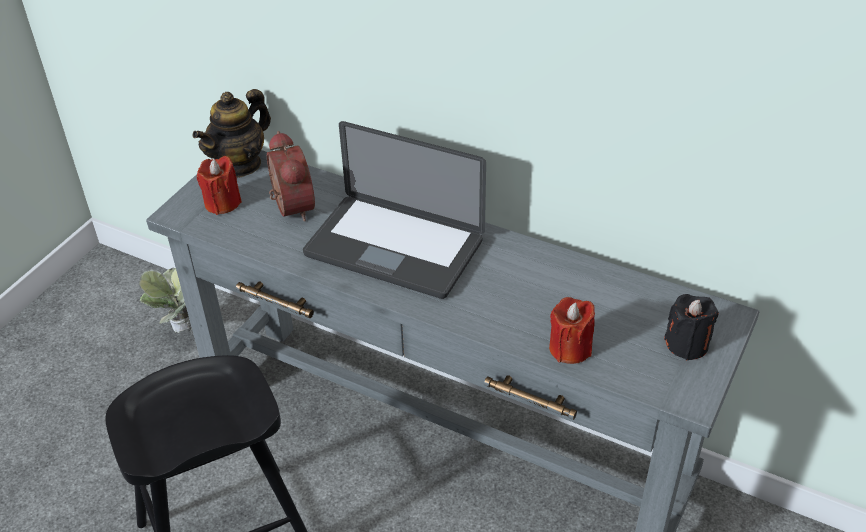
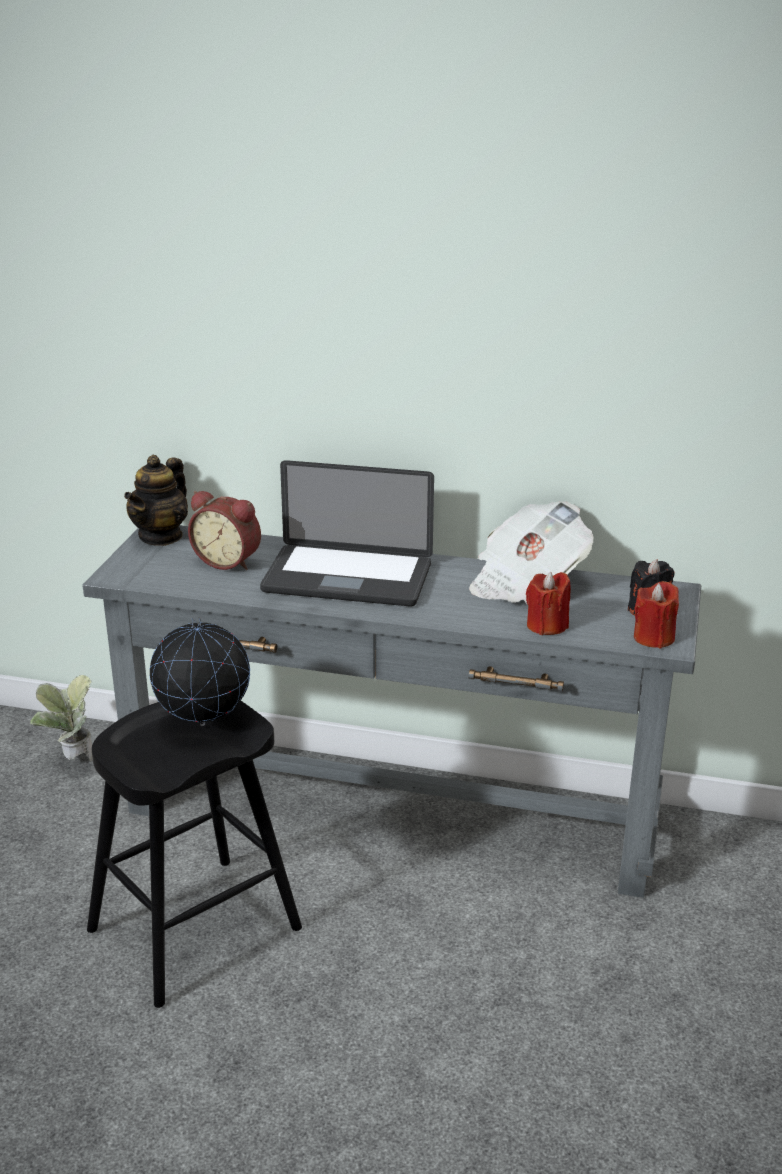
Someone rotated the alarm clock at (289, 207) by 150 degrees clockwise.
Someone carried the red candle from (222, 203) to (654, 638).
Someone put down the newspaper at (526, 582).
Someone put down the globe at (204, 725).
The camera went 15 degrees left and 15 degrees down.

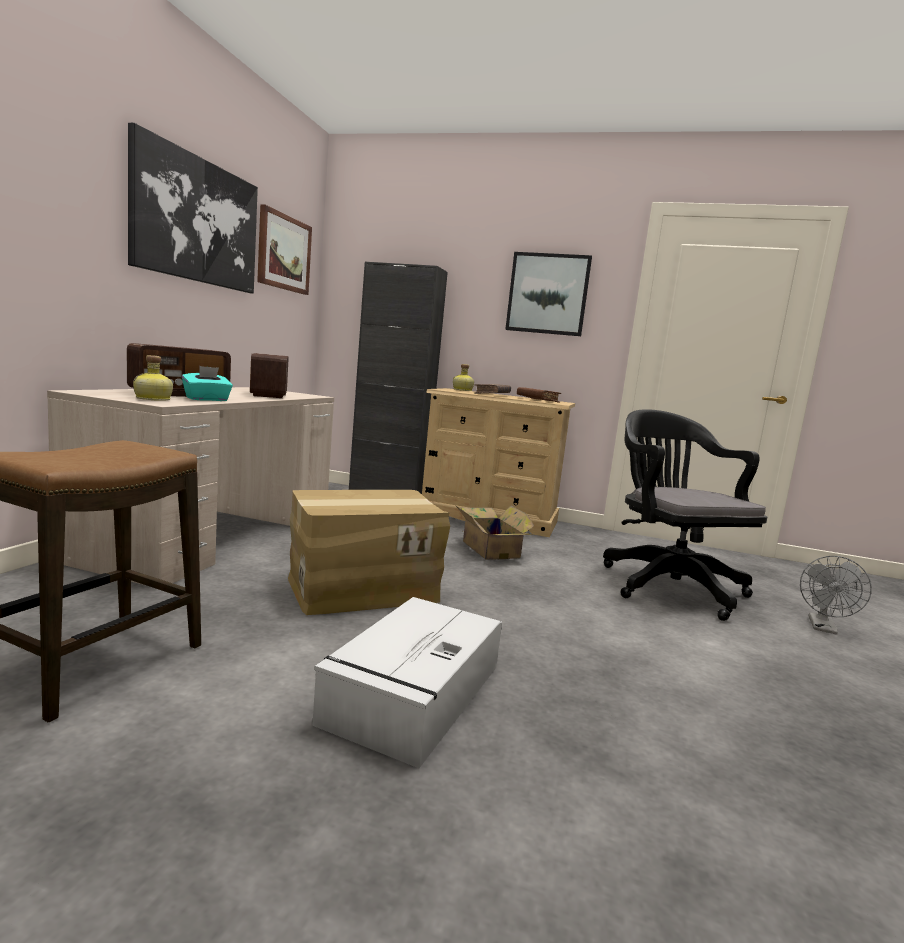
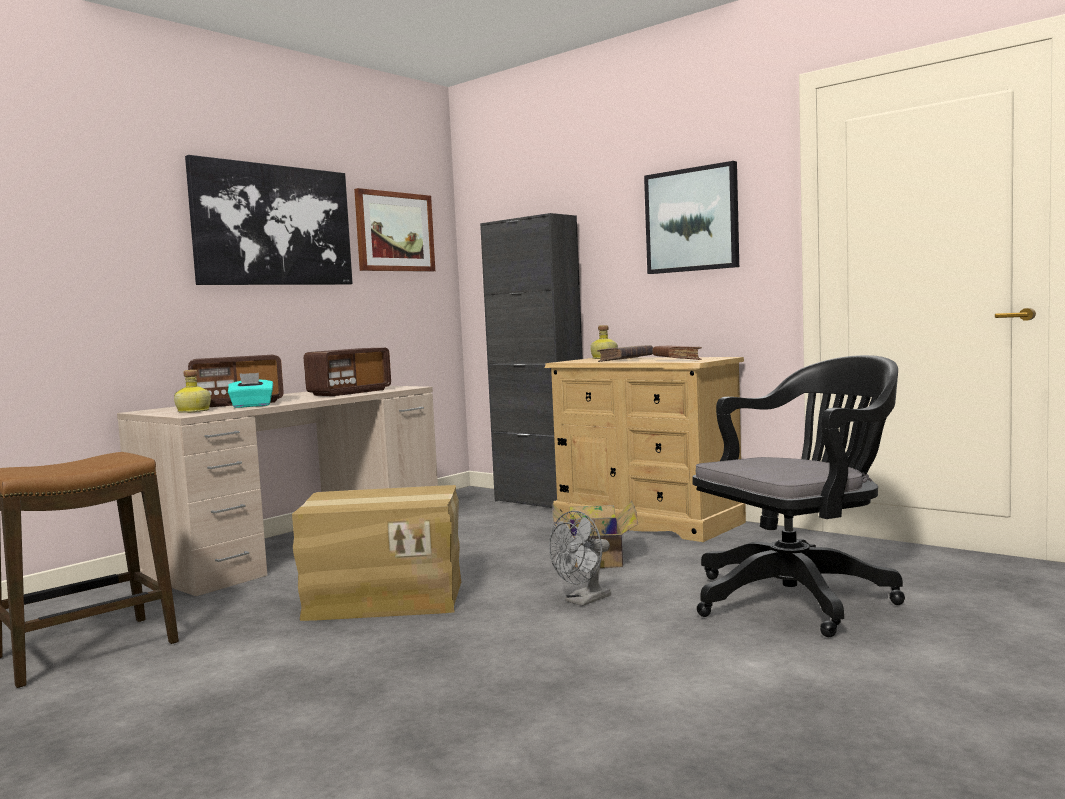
Someone rotated the radio at (269, 394) by 150 degrees counterclockwise.
Someone rotated the black office chair at (668, 585) by 60 degrees clockwise.
Someone carried the grey fan from (823, 628) to (584, 601).
Someone took away the grey storage box at (413, 695).
The camera went 25 degrees right and 5 degrees down.

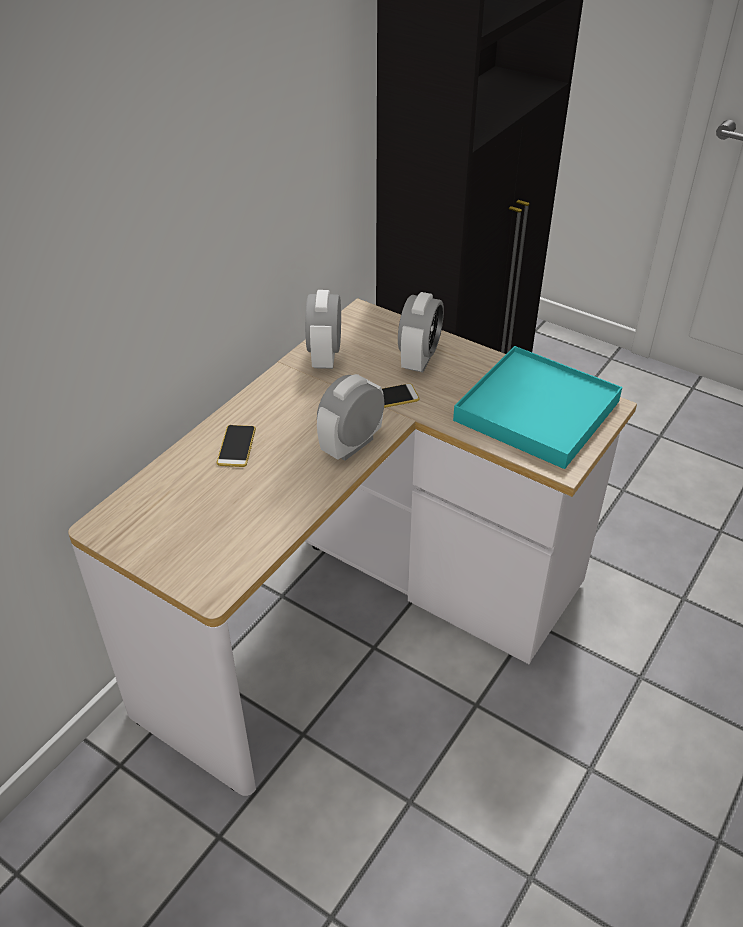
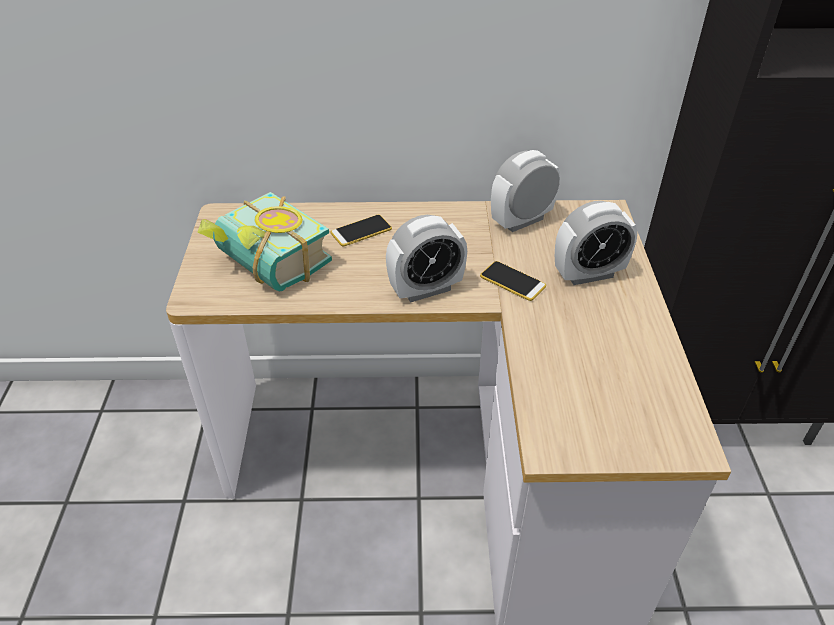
Someone took away the turquoise tray at (536, 411).
Someone rotated the alarm clock at (351, 445) by 150 degrees clockwise.
Someone put down the book at (266, 267).
The camera went 55 degrees right and 0 degrees up.

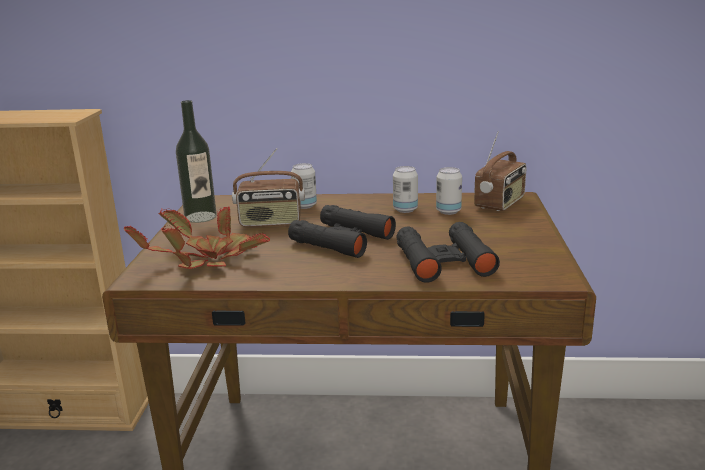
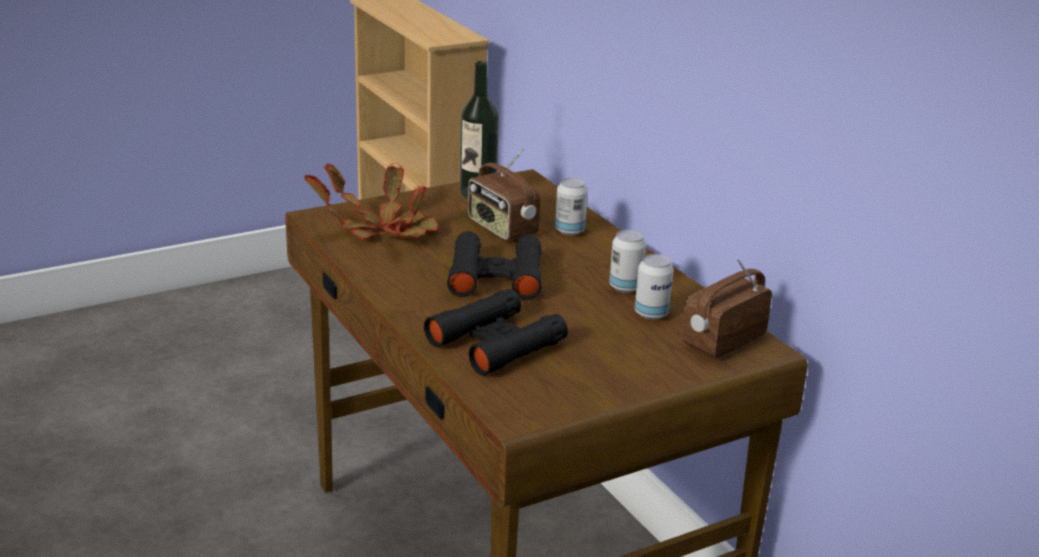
Someone rotated the radio at (500, 203) by 135 degrees clockwise.
The camera went 55 degrees right and 5 degrees up.

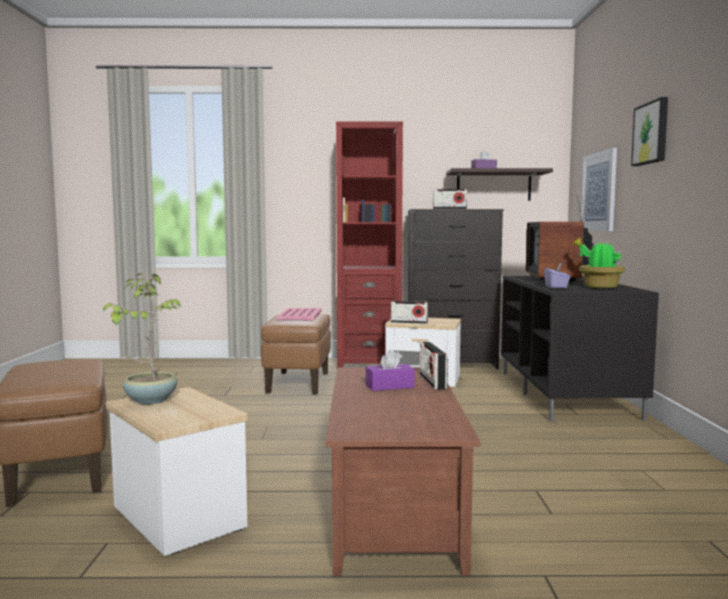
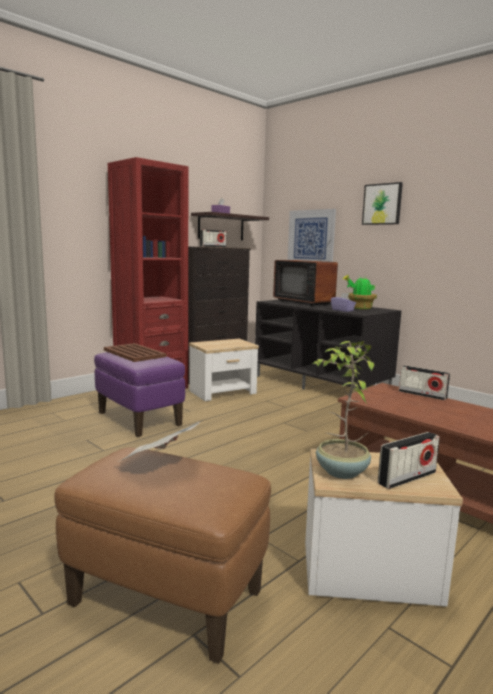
Someone carried the radio from (409, 322) to (407, 478).
Someone repainted the pink tray at (300, 315), which became the brown tray at (134, 353).
Someone repainted the brown ottoman at (298, 383), which became the purple ottoman at (139, 419).
Someone took away the purple tissue box at (389, 386).
Someone put down the newspaper at (159, 463).
The camera went 45 degrees left and 5 degrees up.

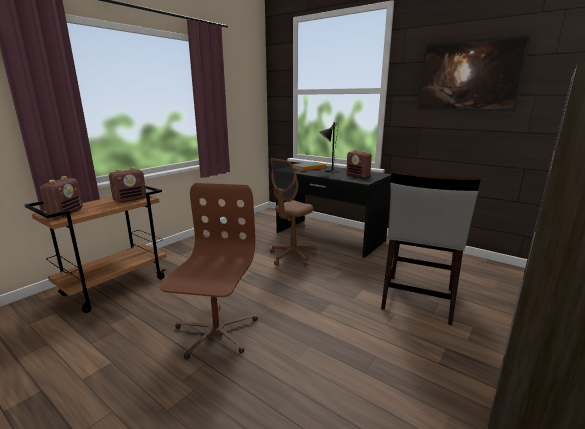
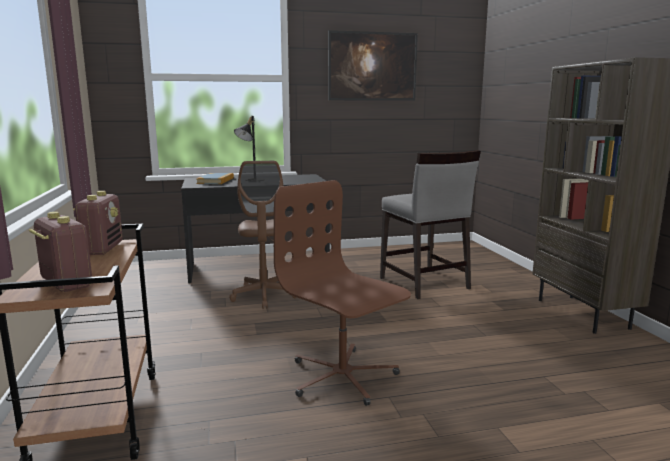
Someone took away the radio at (358, 175).
The camera went 50 degrees left and 5 degrees down.

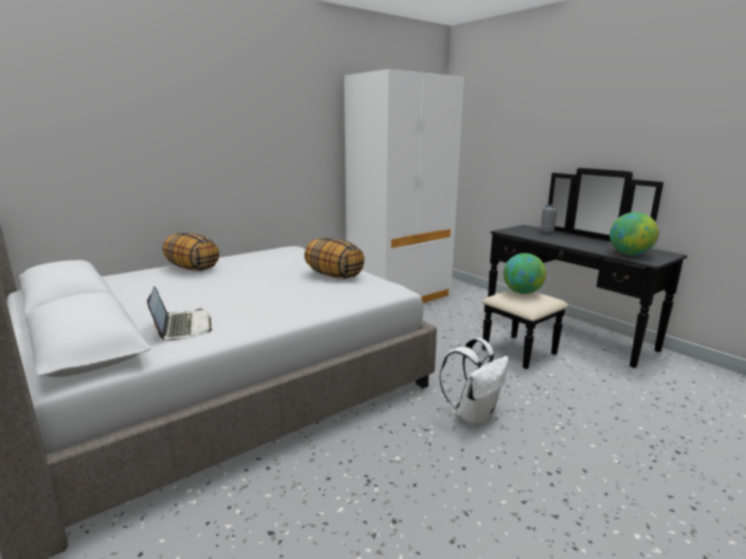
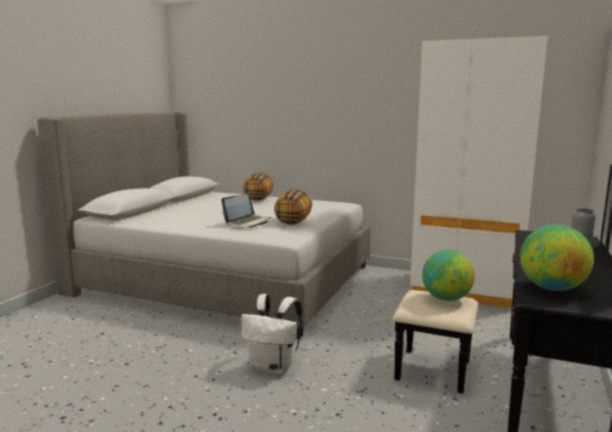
Someone carried the laptop from (182, 327) to (248, 222).
The camera went 60 degrees right and 5 degrees down.

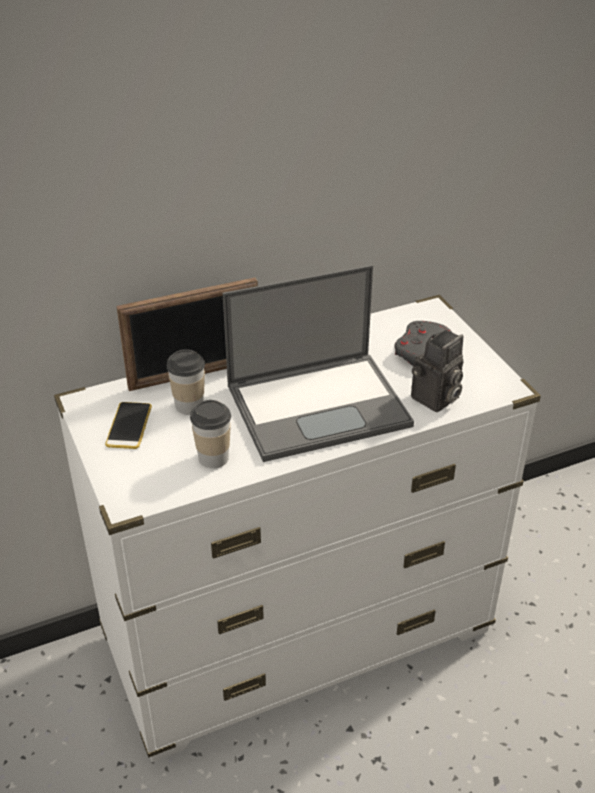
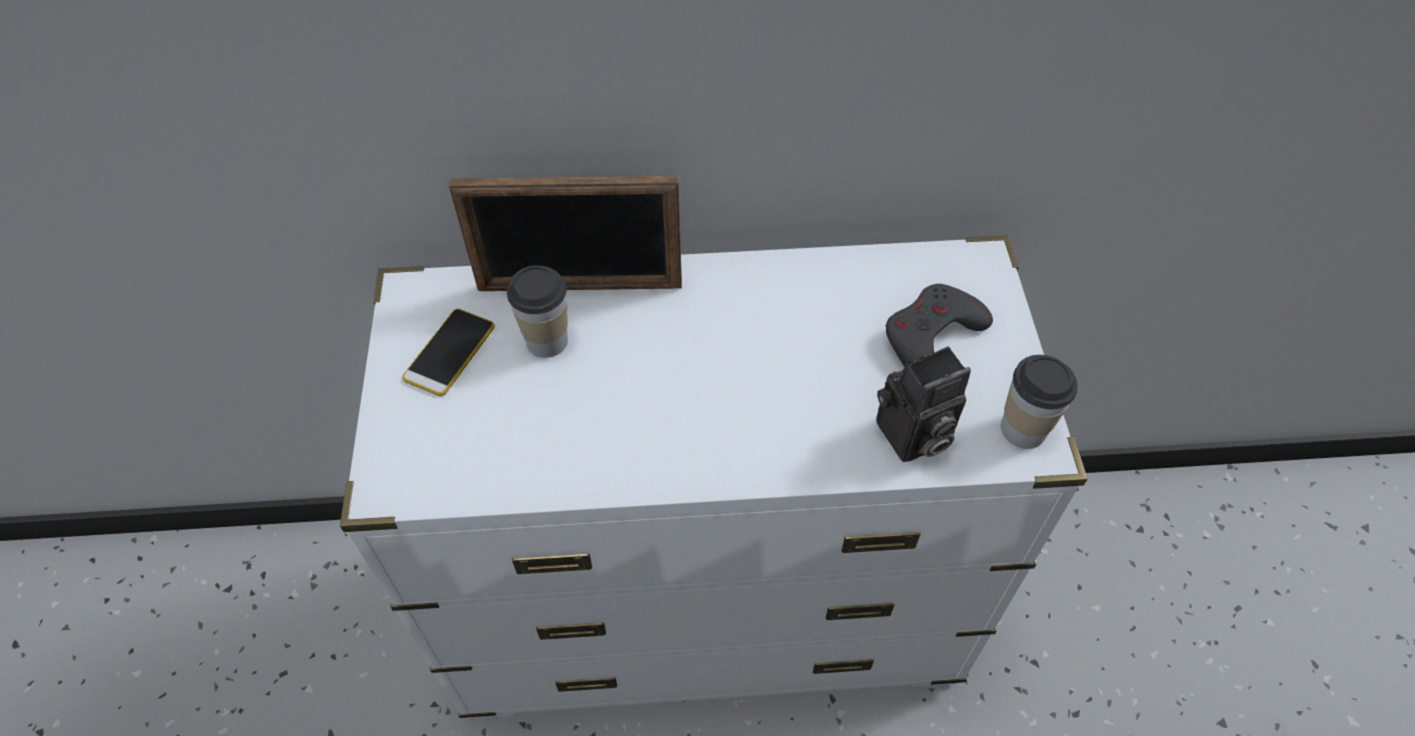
Someone took away the laptop at (320, 404).
Someone carried the cup from (213, 458) to (1023, 429).
The camera went 20 degrees right and 15 degrees up.

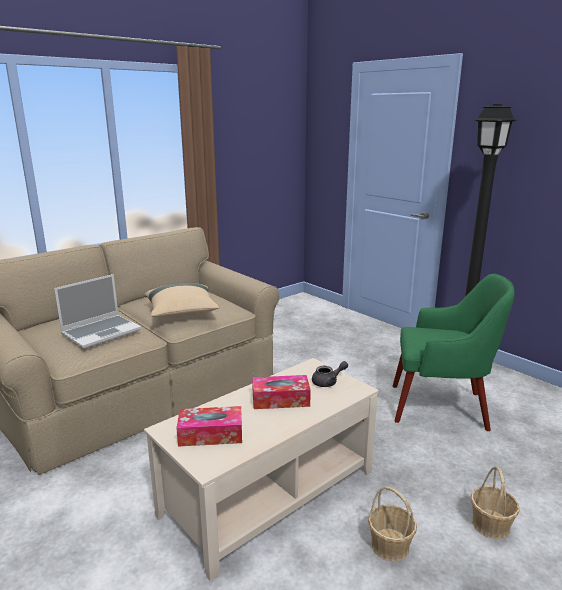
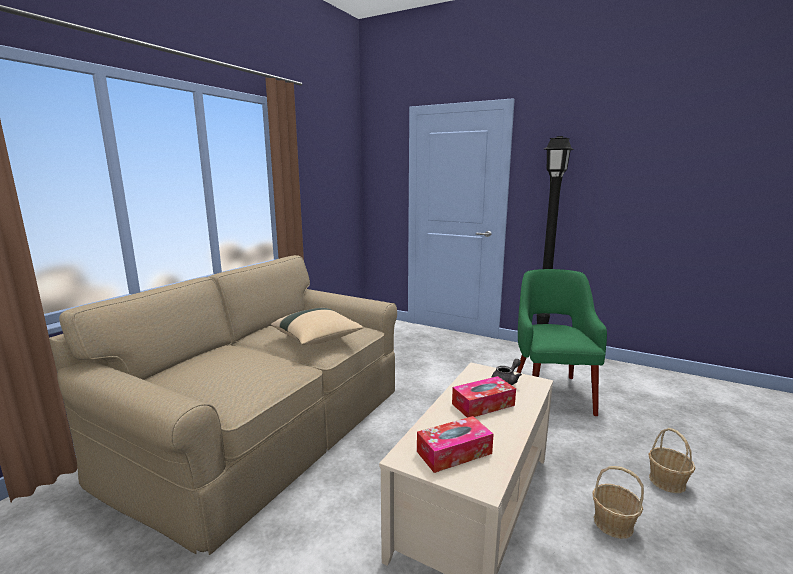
Someone took away the laptop at (102, 332).
Someone rotated the green armchair at (442, 407) by 75 degrees counterclockwise.
The camera went 20 degrees left and 5 degrees down.

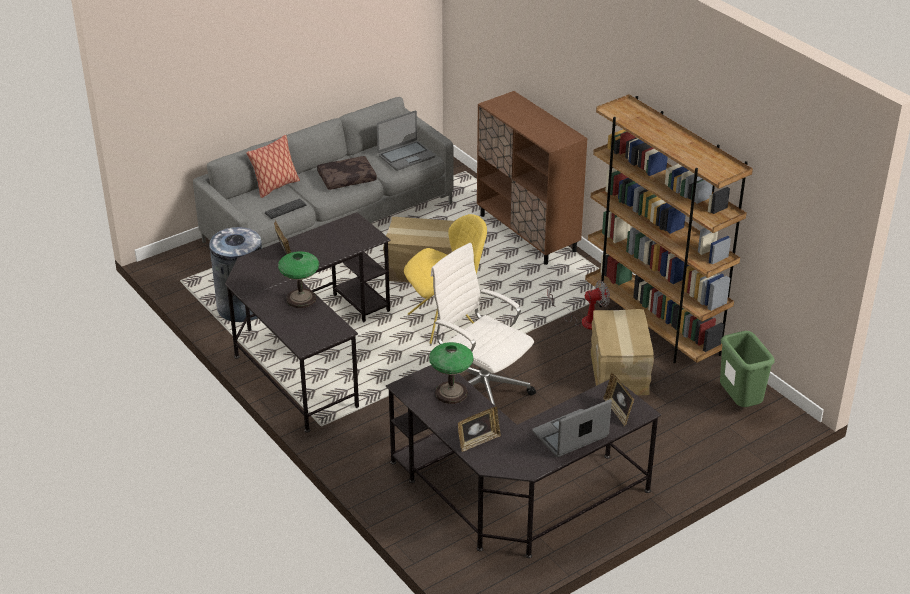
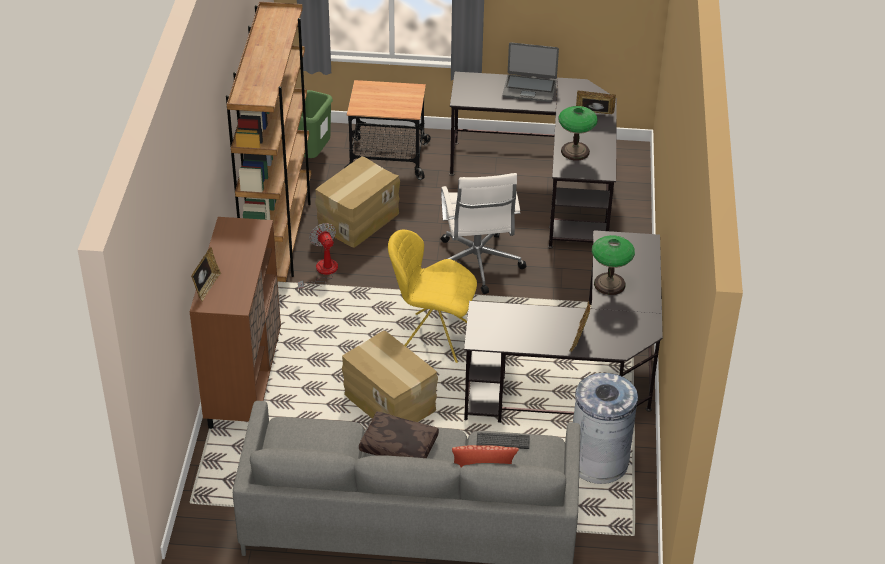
Someone took away the laptop at (406, 156).
Someone rotated the fan at (584, 320) by 45 degrees clockwise.
Someone carried the picture frame from (618, 411) to (206, 287).
Someone put down the cart at (387, 158).
The camera went 140 degrees left and 5 degrees up.

